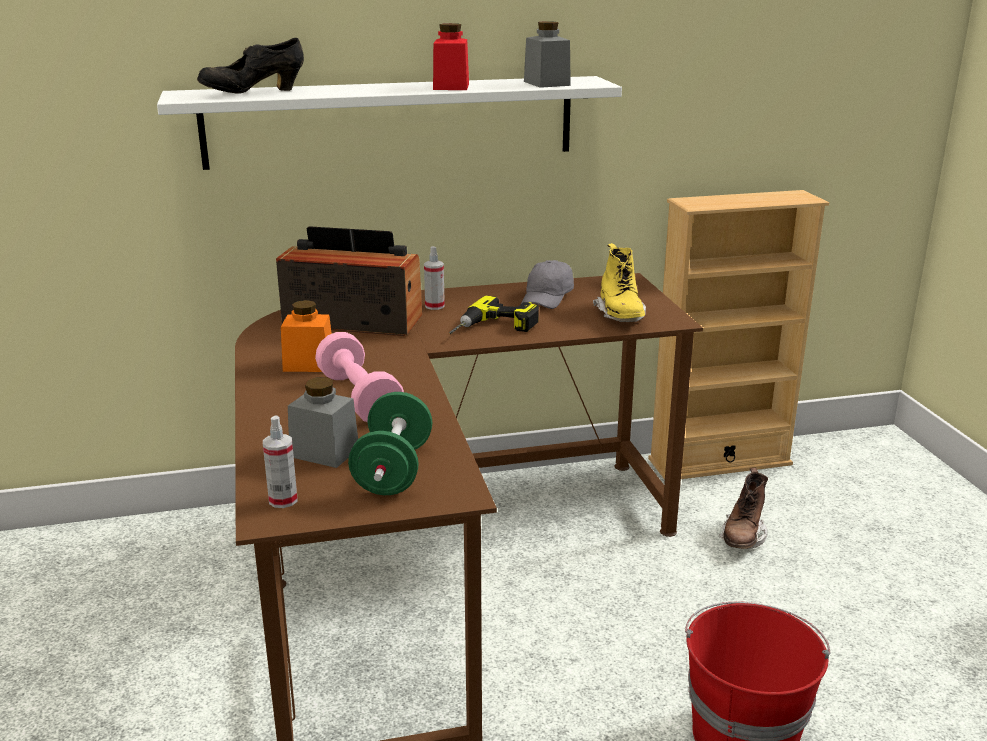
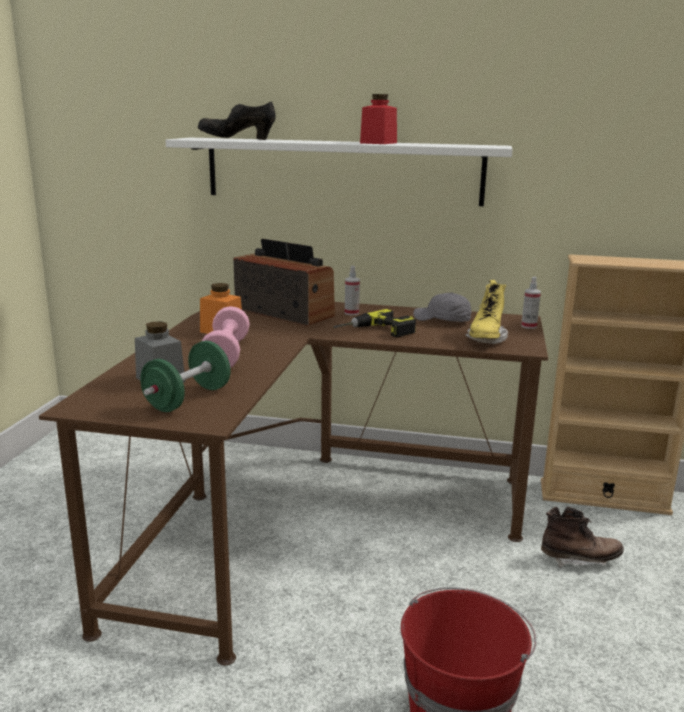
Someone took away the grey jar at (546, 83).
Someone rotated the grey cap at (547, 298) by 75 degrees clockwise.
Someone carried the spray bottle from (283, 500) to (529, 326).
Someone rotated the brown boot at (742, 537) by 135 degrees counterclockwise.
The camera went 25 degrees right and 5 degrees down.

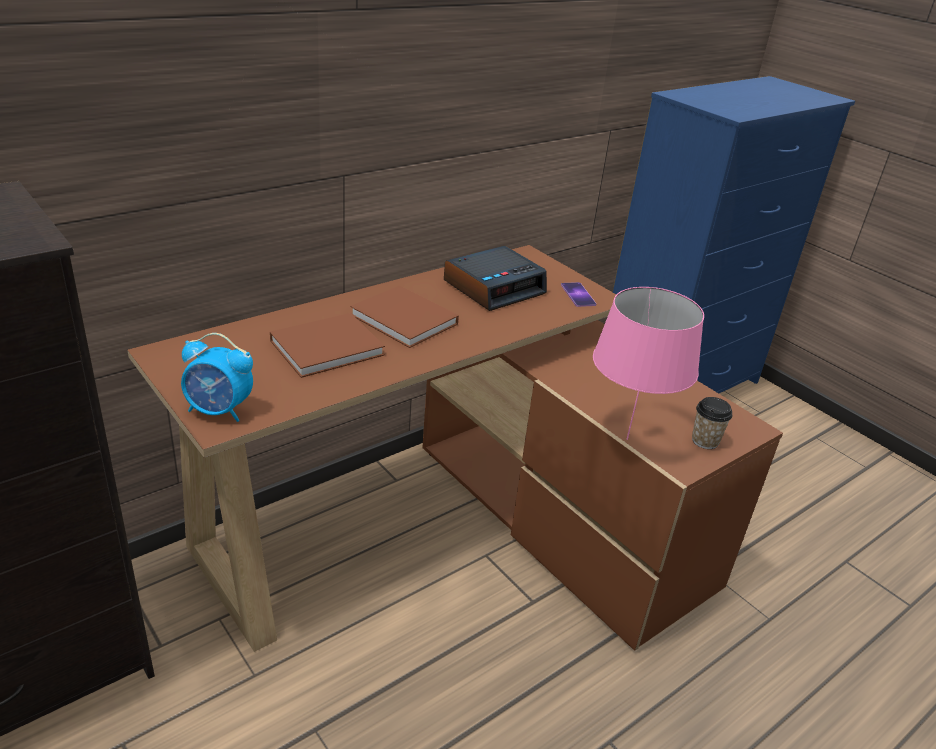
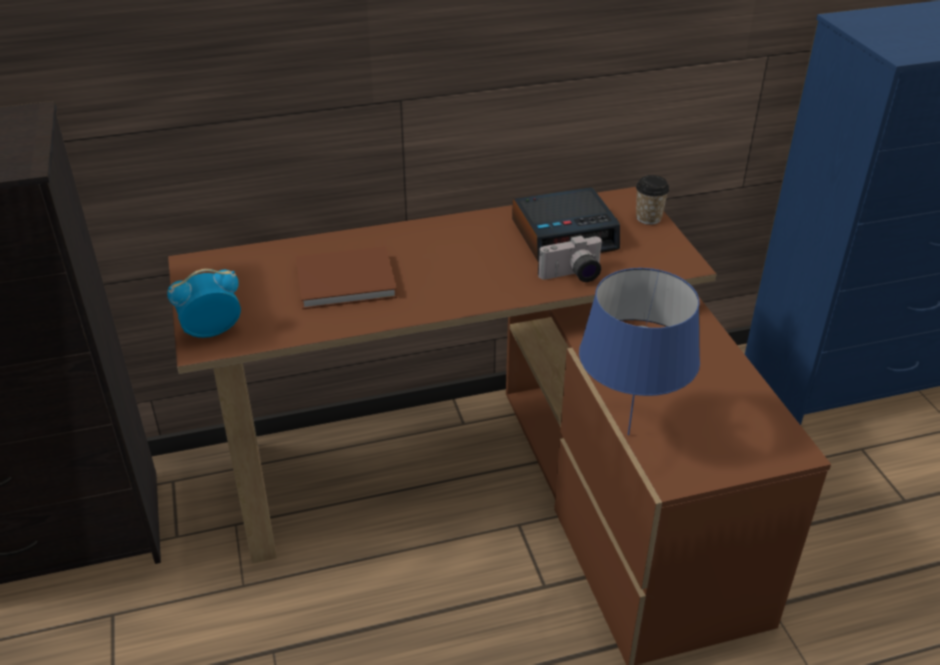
Someone took away the phone at (578, 295).
Someone took away the brown book at (406, 320).
Someone repainted the pink table lamp at (626, 438), which became the blue table lamp at (627, 433).
Someone rotated the alarm clock at (219, 411) by 120 degrees clockwise.
Someone carried the cup from (705, 441) to (648, 218).
Someone put down the photo camera at (573, 276).
The camera went 25 degrees right and 5 degrees up.

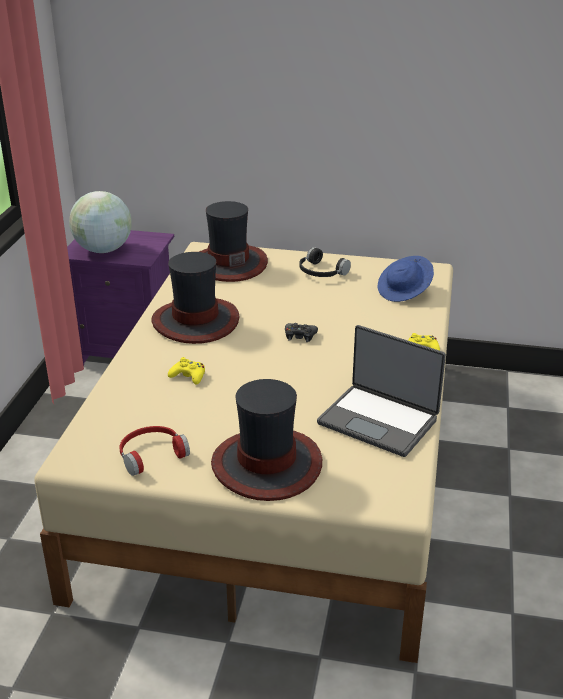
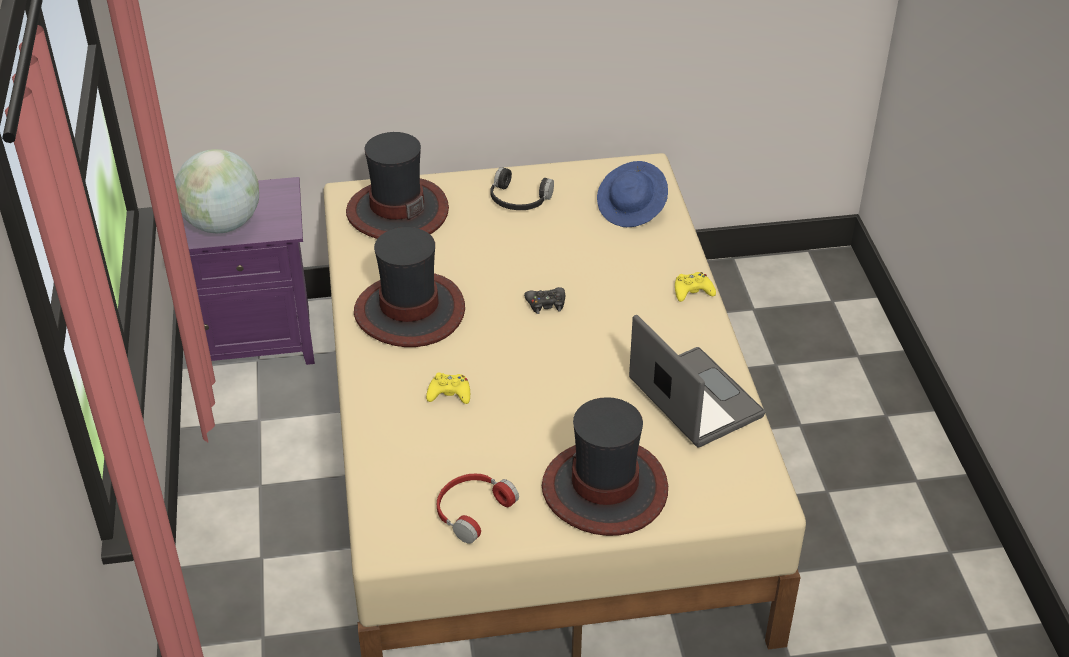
Someone rotated the laptop at (379, 420) by 135 degrees counterclockwise.
The camera went 20 degrees left and 10 degrees up.

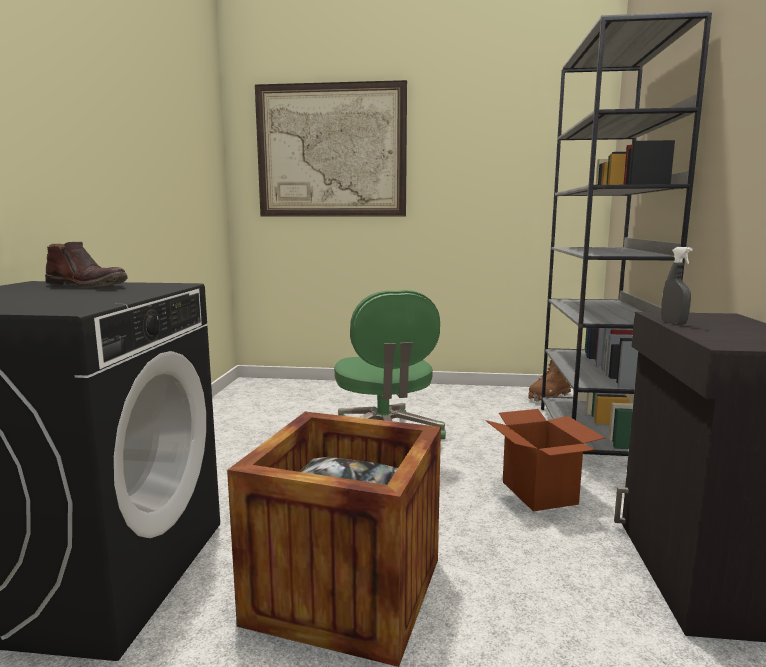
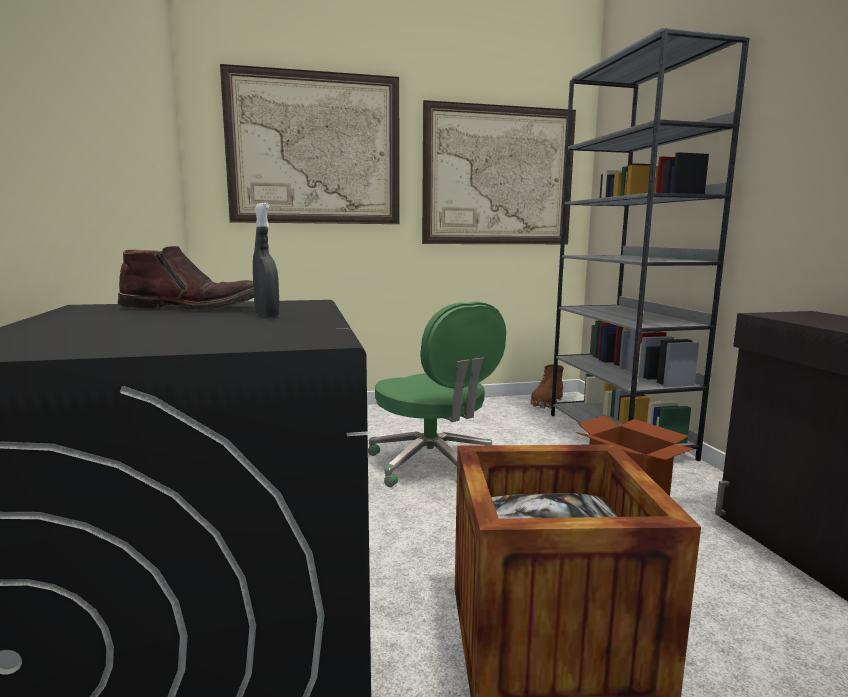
Someone carried the grey spray bottle from (673, 323) to (267, 315).
Someone put up the picture at (498, 176).
The camera went 20 degrees left and 0 degrees up.

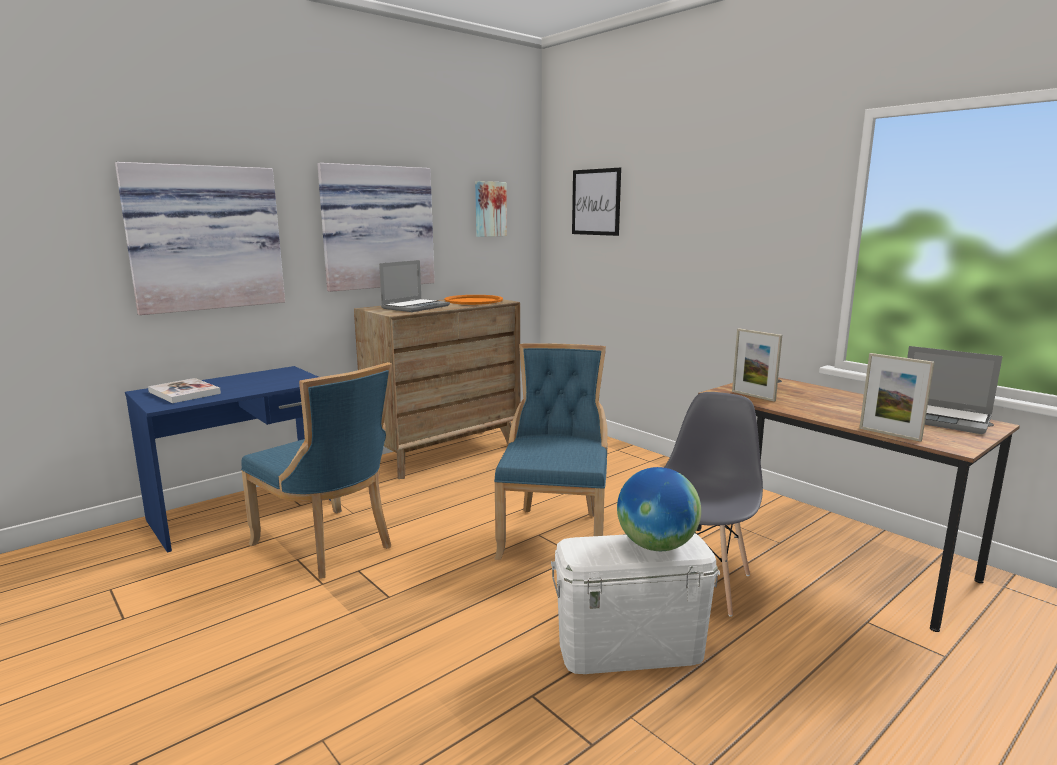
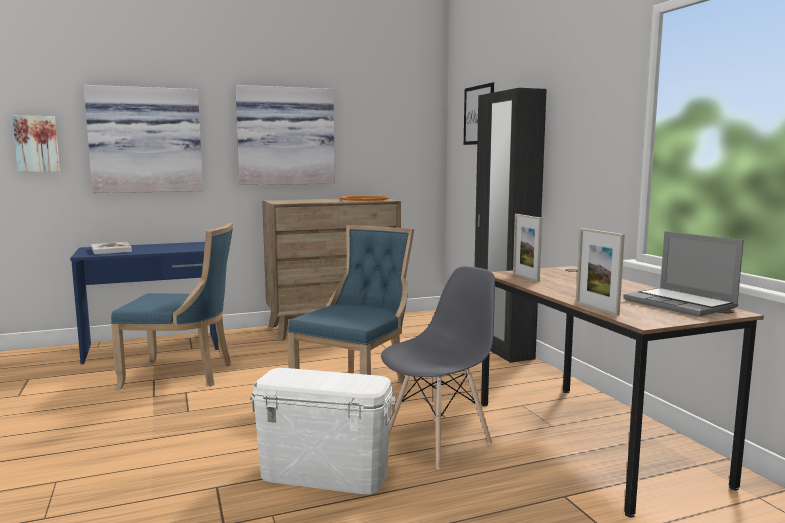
Someone carried the picture from (489, 209) to (37, 144).
Someone took away the laptop at (415, 307).
Someone rotated the blue chair at (328, 545) by 60 degrees counterclockwise.
Someone took away the globe at (656, 546).
Someone put down the black wardrobe at (502, 350).
The camera went 20 degrees right and 5 degrees down.

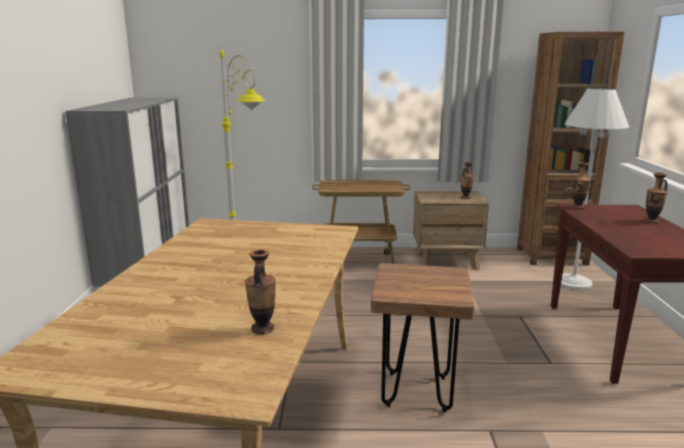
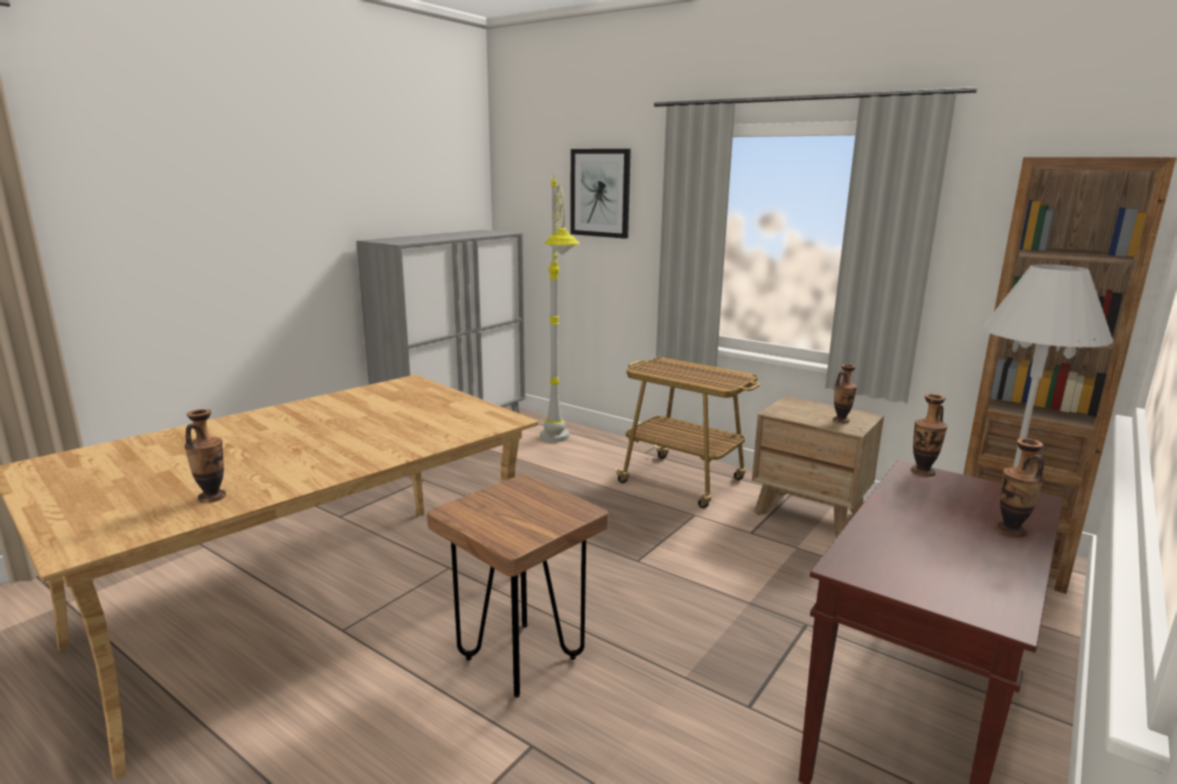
Someone put up the picture at (600, 193).
The camera went 35 degrees right and 0 degrees up.

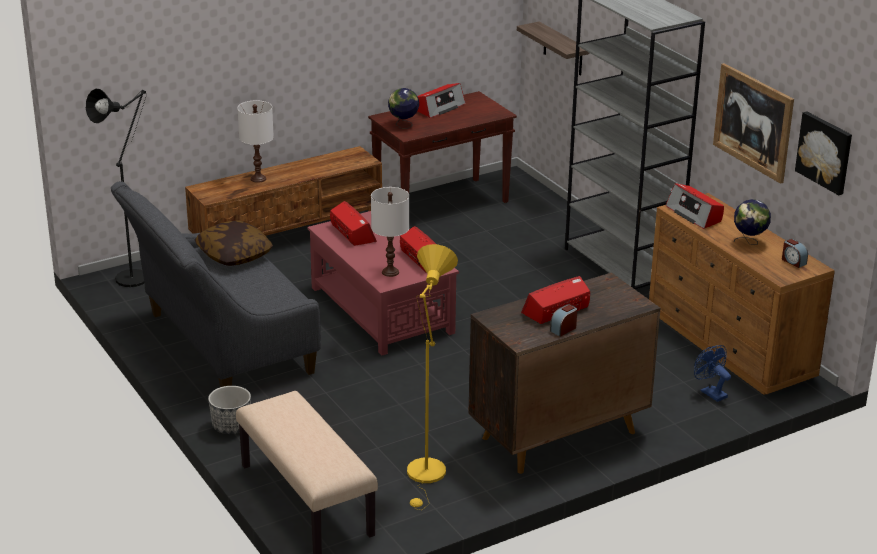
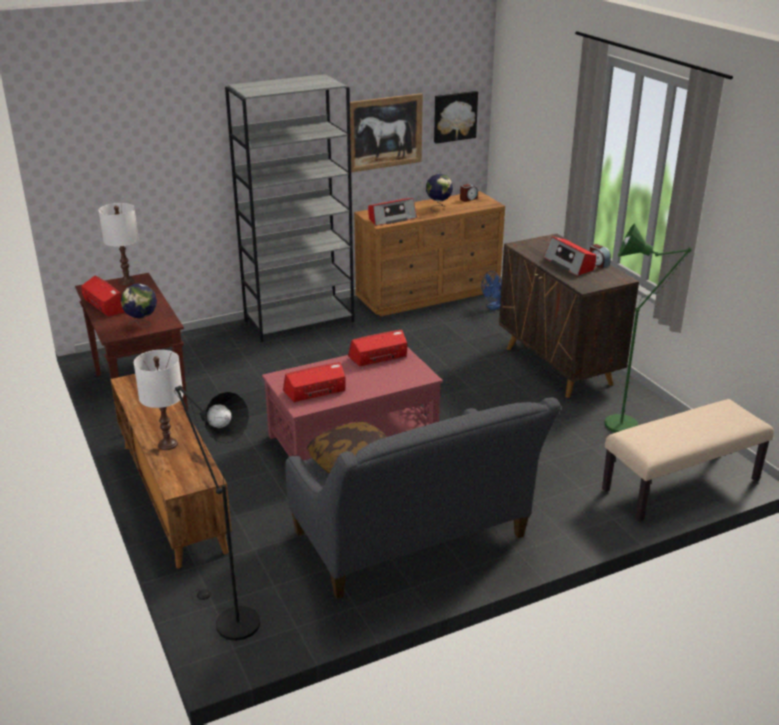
Someone took away the shelf at (563, 49).
Someone carried the white table lamp from (390, 272) to (127, 281).
Someone repainted the yellow floor lamp at (426, 476), which became the green floor lamp at (628, 425).
Someone took away the planter at (231, 426).
The camera went 85 degrees left and 0 degrees up.

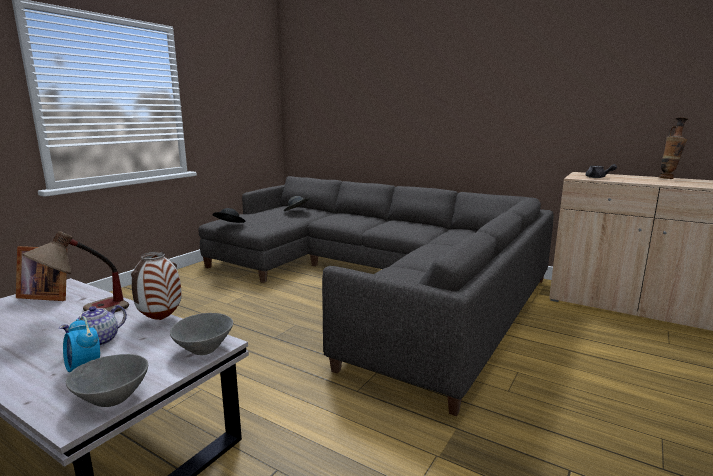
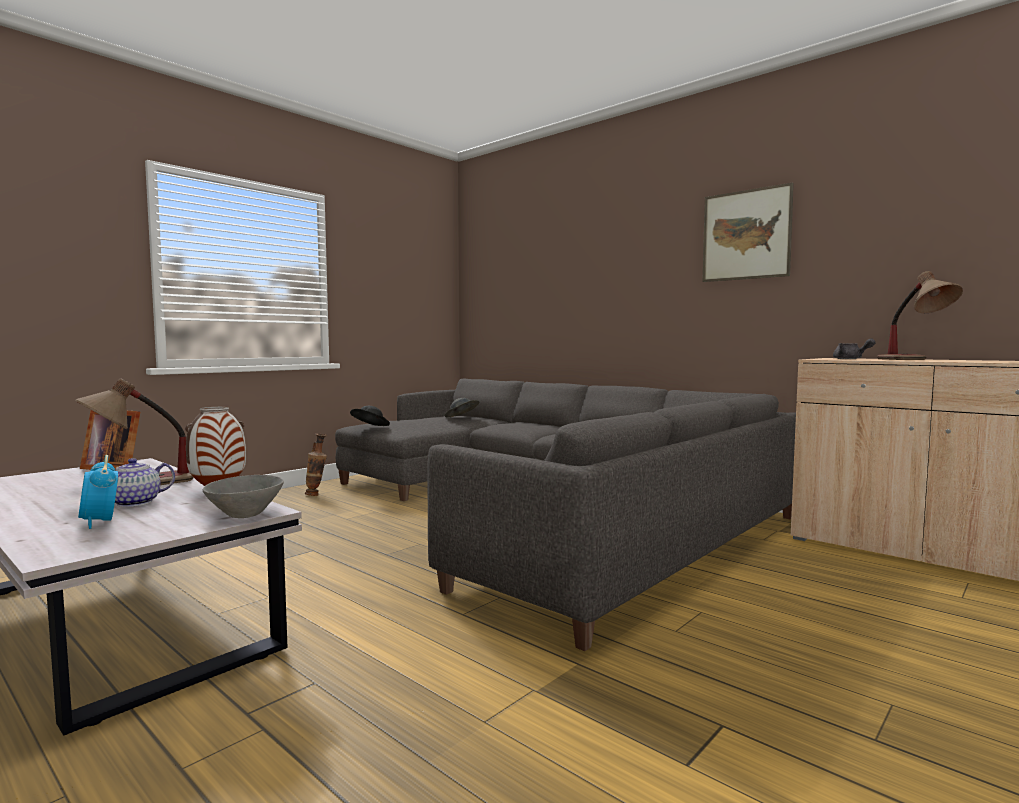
Someone carried the vase from (668, 178) to (316, 495).
Someone took away the grey bowl at (112, 398).
Someone put up the picture at (746, 235).
Someone put down the table lamp at (916, 360).
The camera went 10 degrees right and 10 degrees down.

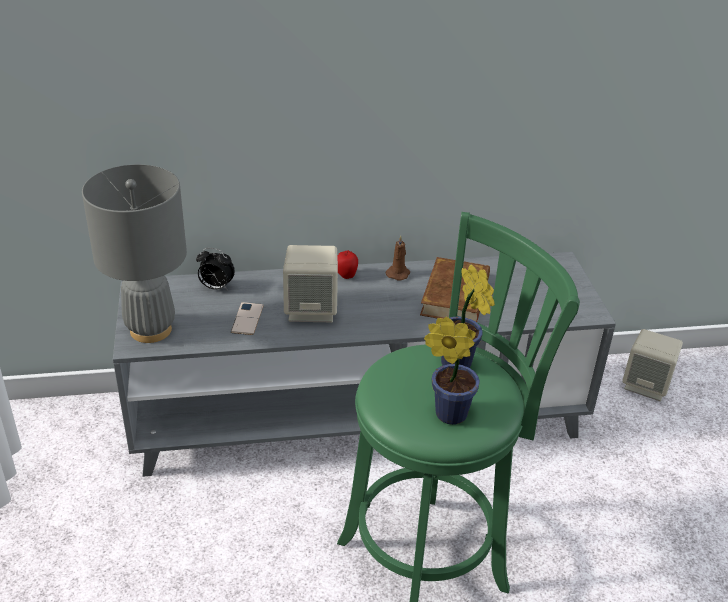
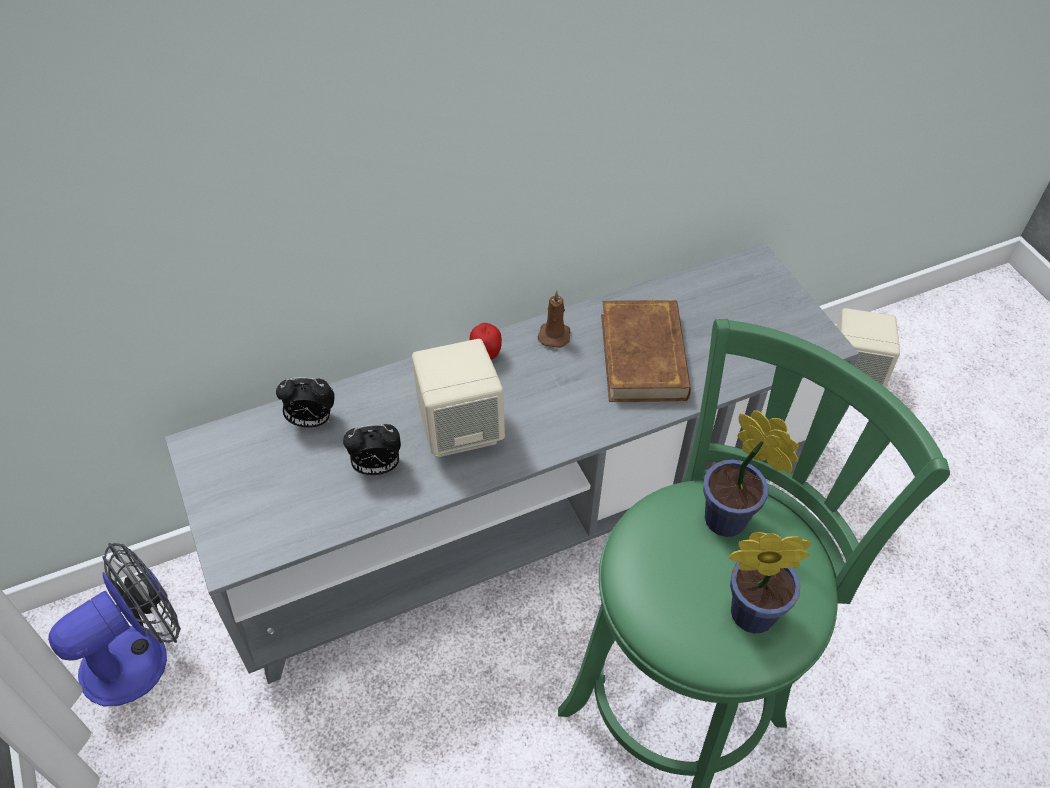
Someone took away the grey table lamp at (151, 330).
Someone swapped the phone at (247, 319) for the alarm clock at (376, 467).
Someone put down the fan at (138, 655).
The camera went 15 degrees left and 15 degrees up.

